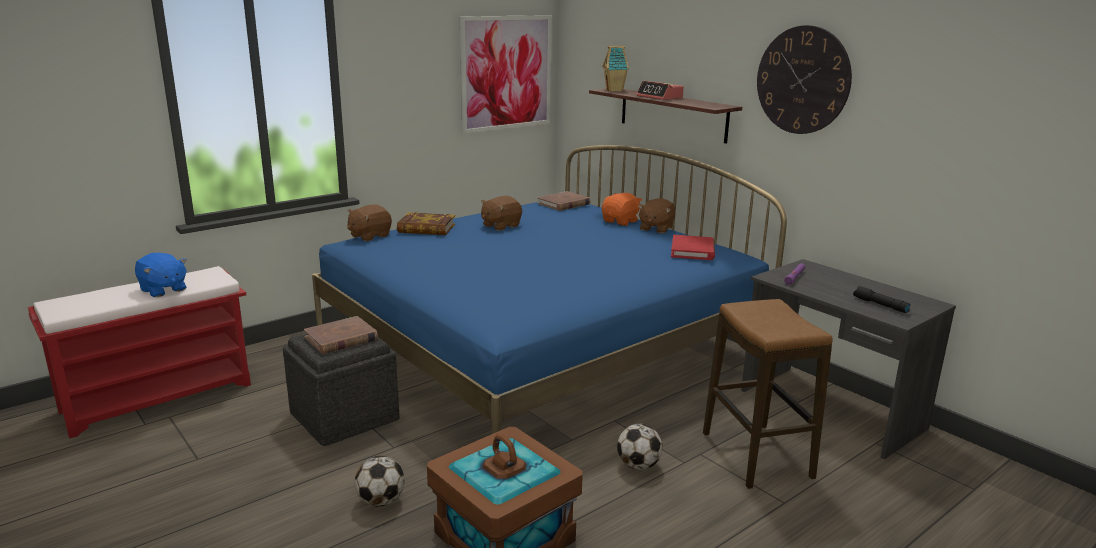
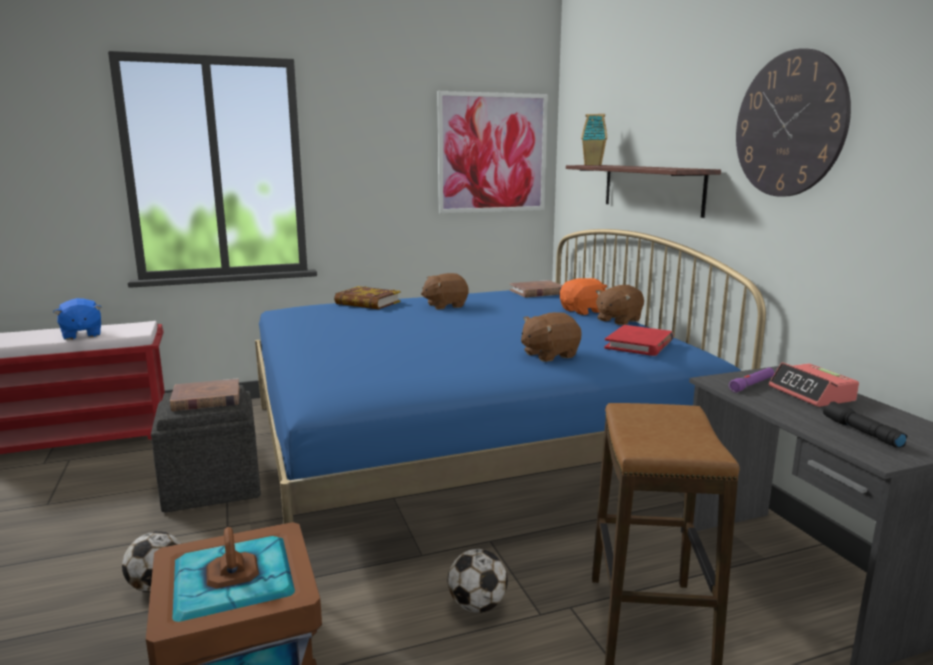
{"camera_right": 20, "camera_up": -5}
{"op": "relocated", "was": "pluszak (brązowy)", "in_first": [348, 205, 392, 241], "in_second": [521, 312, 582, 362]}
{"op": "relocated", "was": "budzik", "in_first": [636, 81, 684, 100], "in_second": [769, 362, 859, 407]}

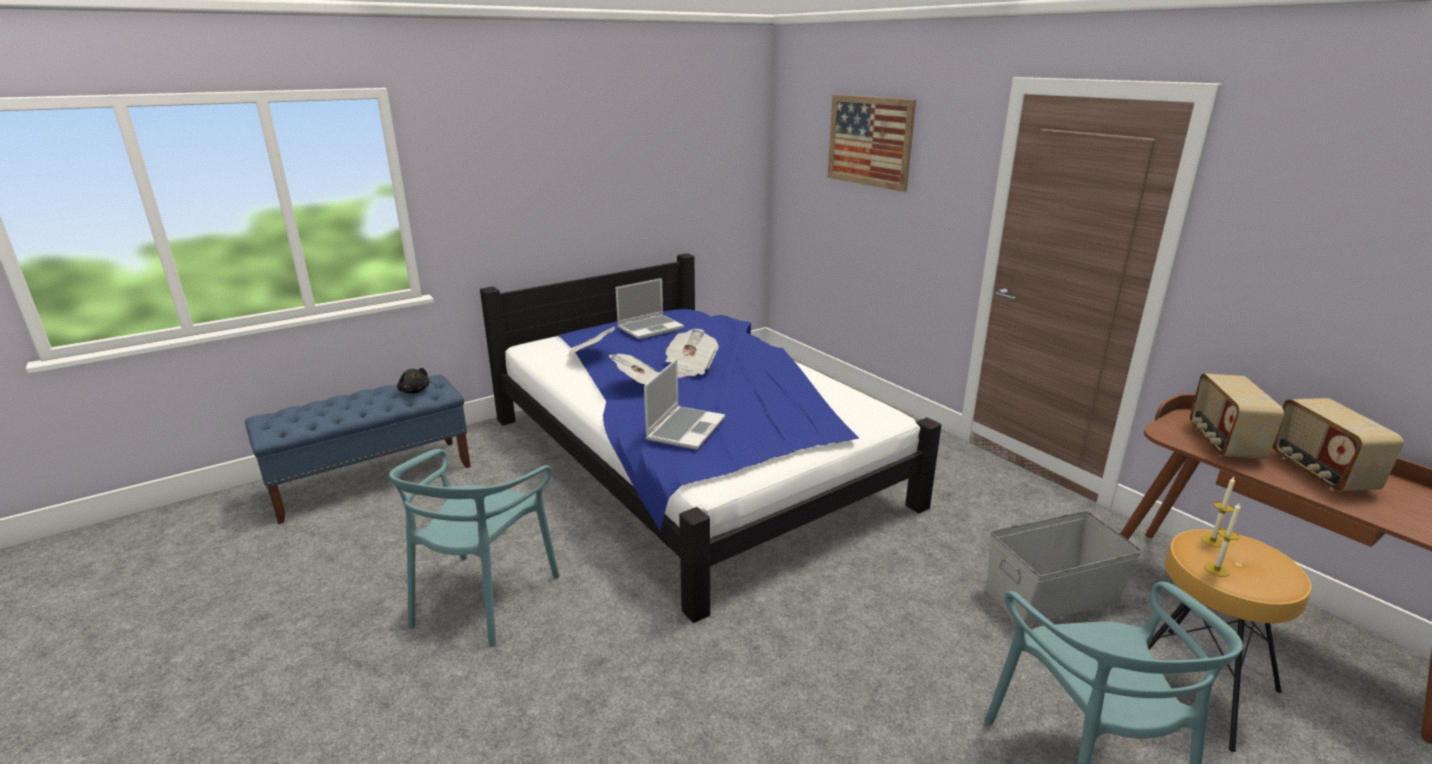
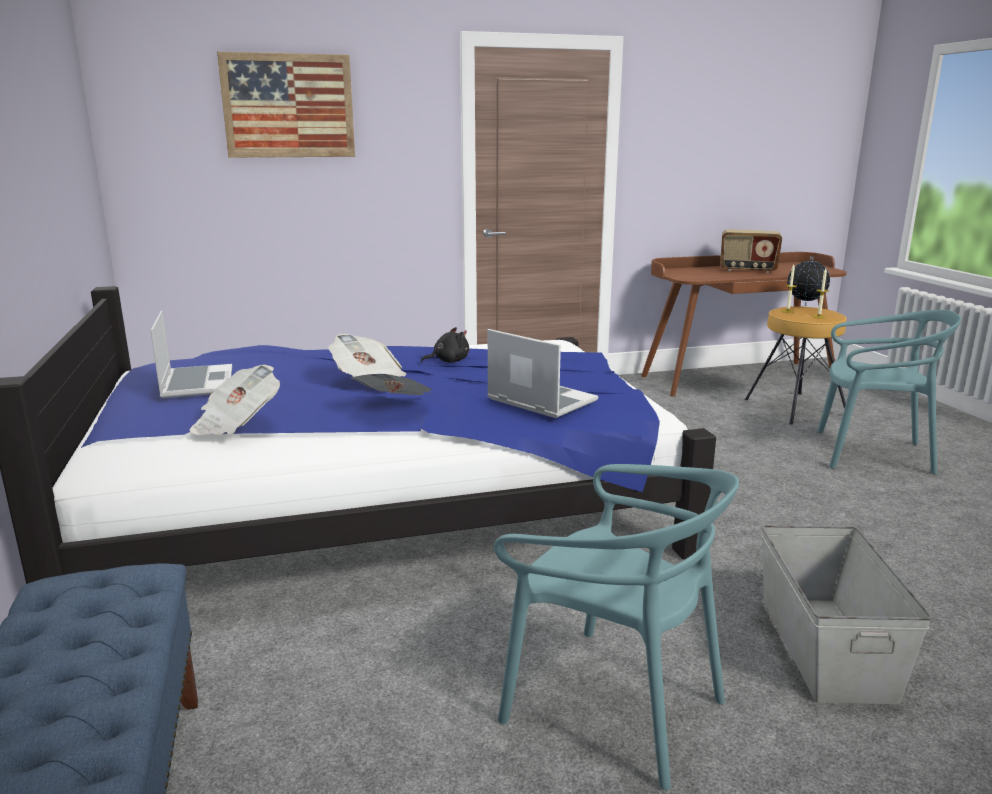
{"camera_right": -70, "camera_up": -5}
{"op": "missing", "was": "radio", "in_first": [1190, 373, 1284, 459]}
{"op": "appeared", "now": "globus", "in_second": [788, 256, 830, 306]}
{"op": "relocated", "was": "pluszak (czarny)", "in_first": [397, 368, 429, 394], "in_second": [421, 327, 469, 363]}
{"op": "relocated", "was": "pojemnik do przechowywania (szary)", "in_first": [986, 511, 1142, 626], "in_second": [761, 525, 932, 704]}

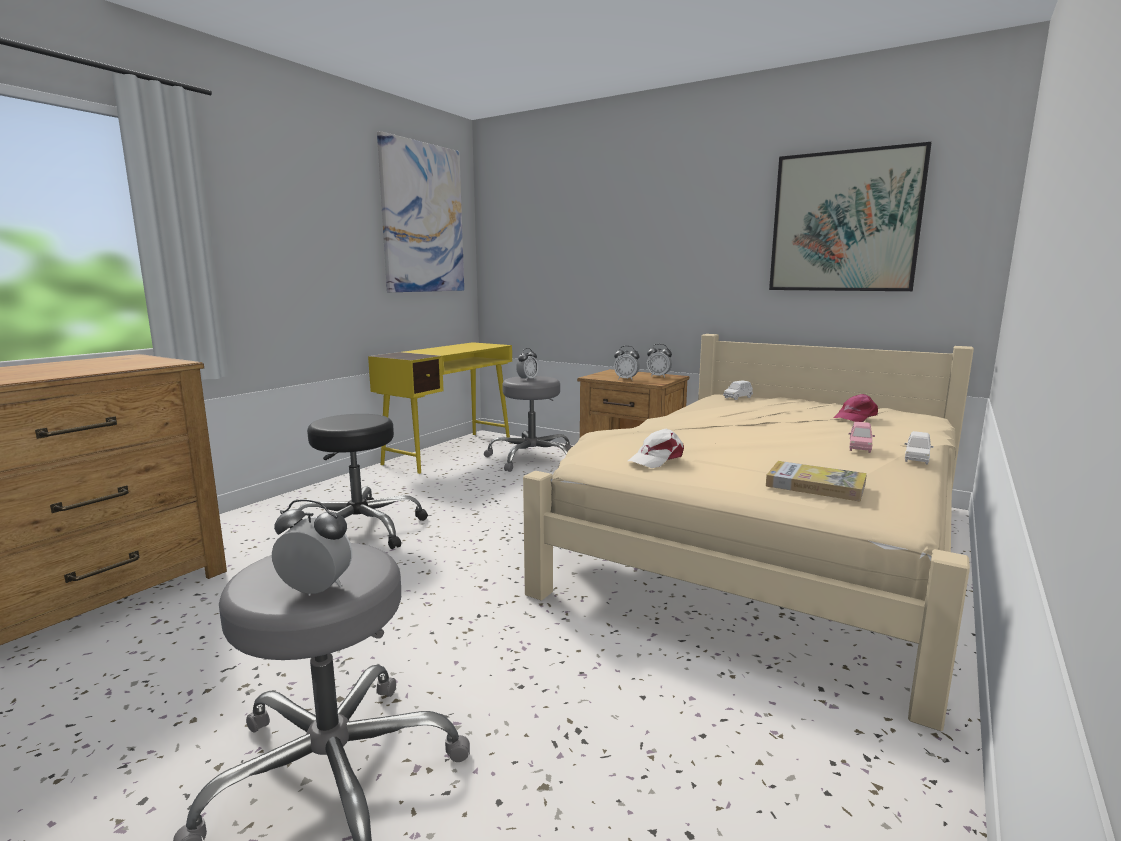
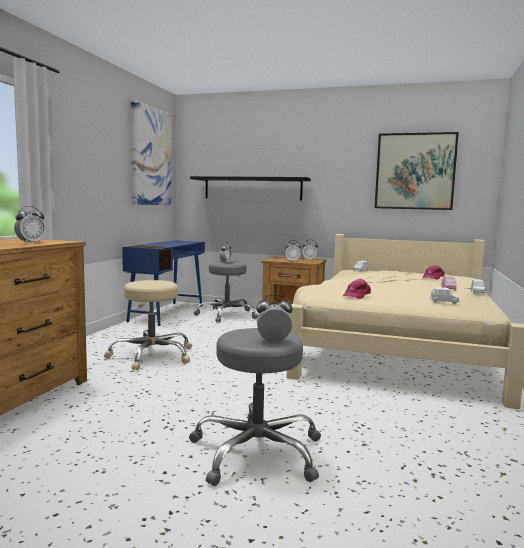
{"camera_right": -15, "camera_up": -5}
{"op": "appeared", "now": "budzik", "in_second": [14, 206, 46, 244]}
{"op": "appeared", "now": "półka (czarny)", "in_second": [190, 176, 311, 200]}
{"op": "exchanged", "was": "książka", "now": "samochodzik (biały)", "in_first": [766, 461, 867, 501], "in_second": [430, 287, 459, 304]}
{"op": "colour", "was": "stołek (czarny)", "now": "stołek (beżowy)", "in_first": [290, 414, 428, 549], "in_second": [104, 280, 192, 370]}
{"op": "colour", "was": "biurko (żółty)", "now": "biurko (niebieski)", "in_first": [368, 342, 512, 474], "in_second": [122, 240, 205, 326]}
{"op": "colour", "was": "czapka z daszkiem (biały)", "now": "czapka z daszkiem (różowy)", "in_first": [628, 428, 684, 468], "in_second": [343, 279, 371, 299]}

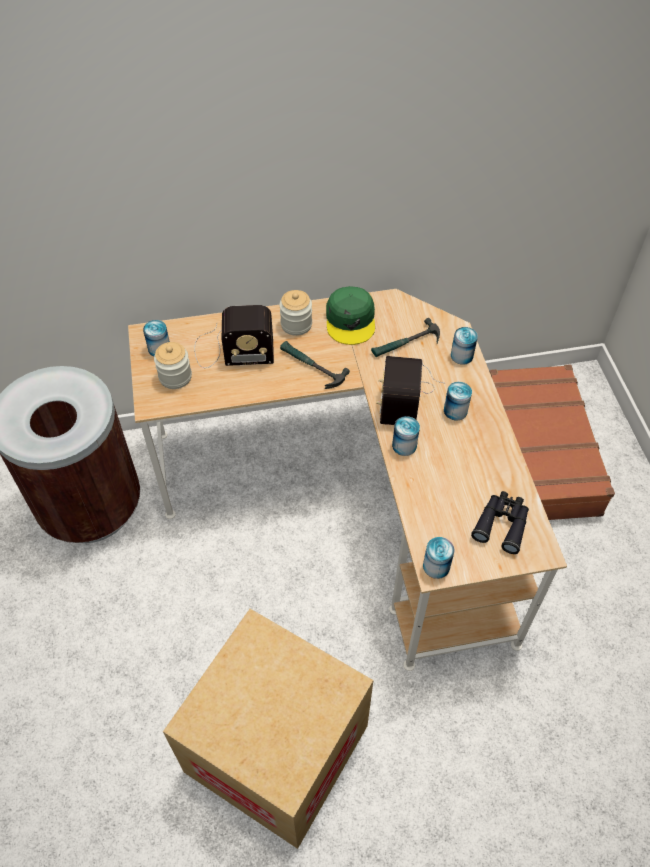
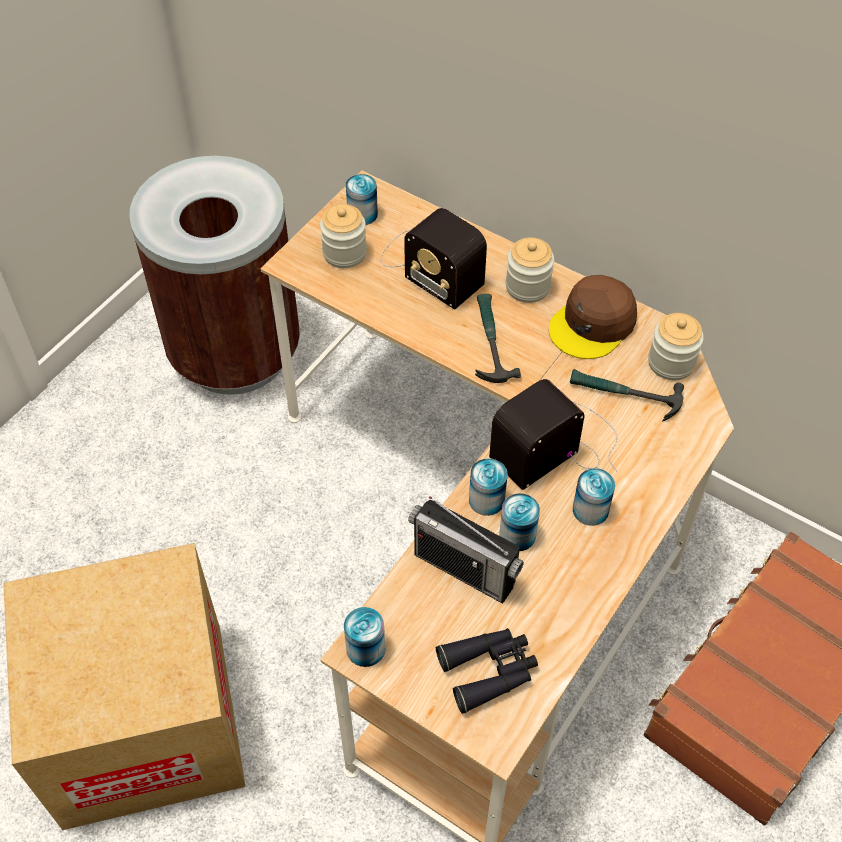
{"camera_right": 45, "camera_up": 0}
{"op": "appeared", "now": "radio", "in_second": [408, 496, 524, 604]}
{"op": "appeared", "now": "słoik", "in_second": [648, 313, 704, 380]}
{"op": "relocated", "was": "puszka", "in_first": [451, 327, 478, 365], "in_second": [499, 493, 540, 551]}
{"op": "colour", "was": "czapka z daszkiem (zielony)", "now": "czapka z daszkiem (brązowy)", "in_first": [326, 286, 375, 345], "in_second": [549, 275, 637, 359]}

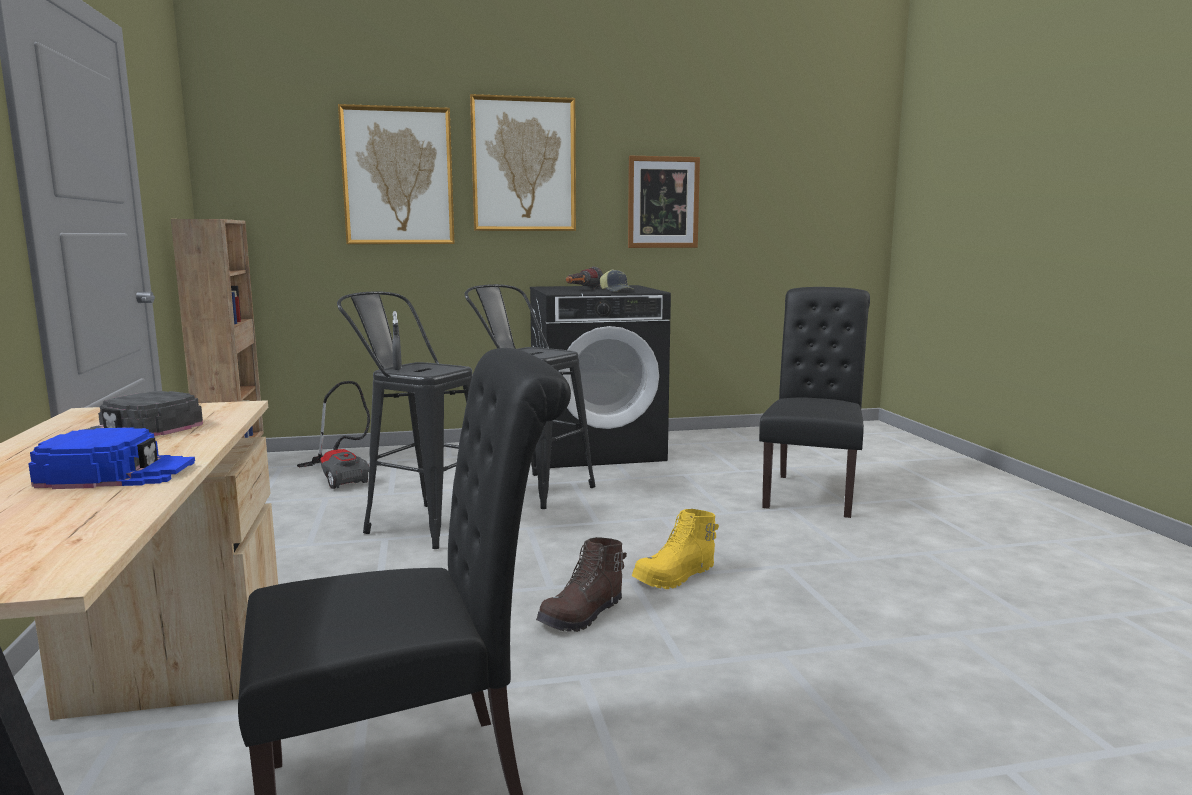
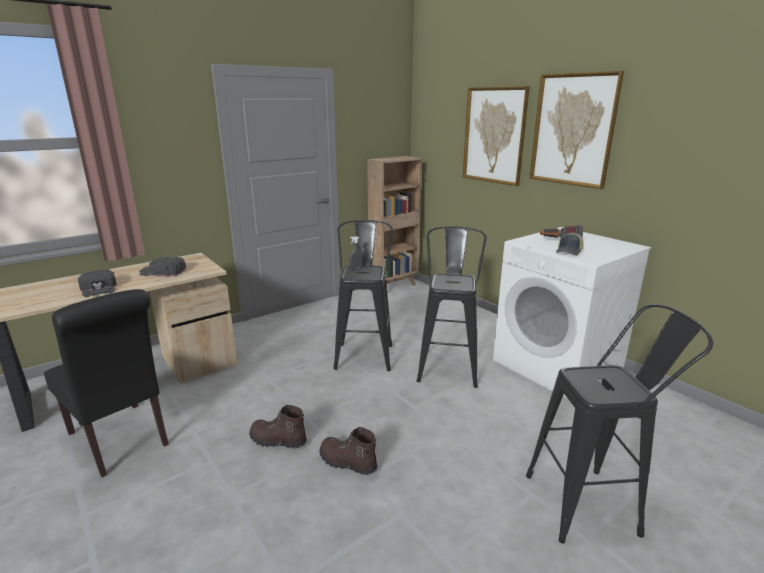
{"camera_right": 65, "camera_up": 10}
{"op": "missing", "was": "odkurzacz", "in_first": [297, 381, 370, 489]}
{"op": "missing", "was": "obraz", "in_first": [628, 156, 700, 248]}
{"op": "exchanged", "was": "krzesło (czarny)", "now": "stołek (czarny)", "in_first": [759, 287, 870, 518], "in_second": [526, 304, 713, 544]}
{"op": "colour", "was": "czapka z daszkiem (niebieski)", "now": "czapka z daszkiem (czarny)", "in_first": [28, 428, 195, 489], "in_second": [78, 269, 117, 297]}
{"op": "colour", "was": "pralka (czarny)", "now": "pralka (biały)", "in_first": [530, 285, 671, 468], "in_second": [493, 227, 651, 400]}
{"op": "colour", "was": "but z cholewką (żółty)", "now": "but z cholewką (brązowy)", "in_first": [631, 509, 719, 589], "in_second": [319, 427, 377, 475]}

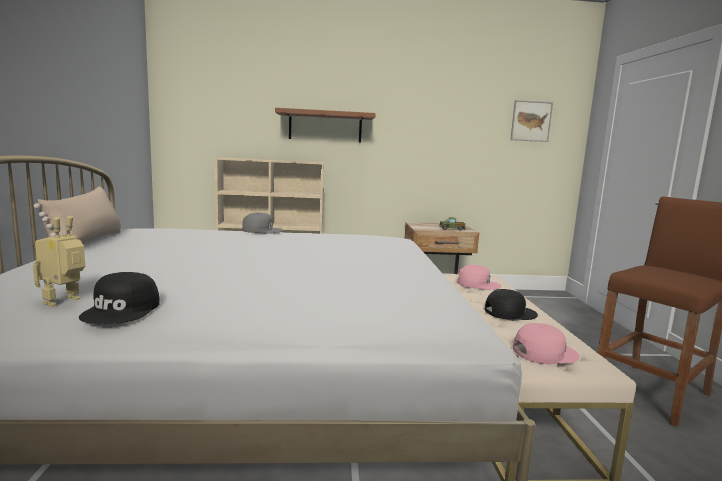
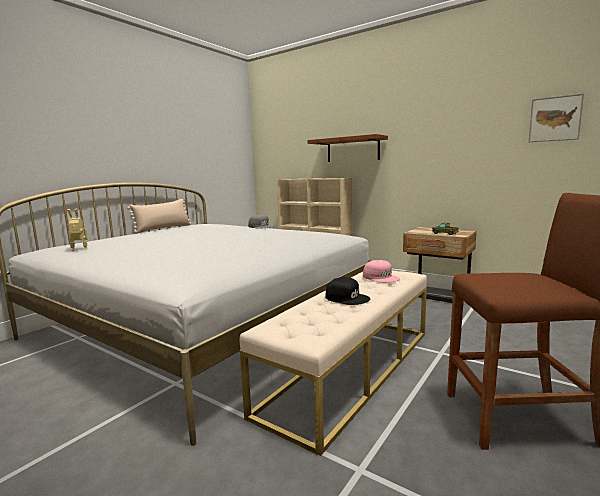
{"camera_right": 40, "camera_up": 0}
{"op": "missing", "was": "czapka z daszkiem (czarny)", "in_first": [79, 272, 160, 324]}
{"op": "missing", "was": "czapka z daszkiem (różowy)", "in_first": [513, 323, 579, 364]}

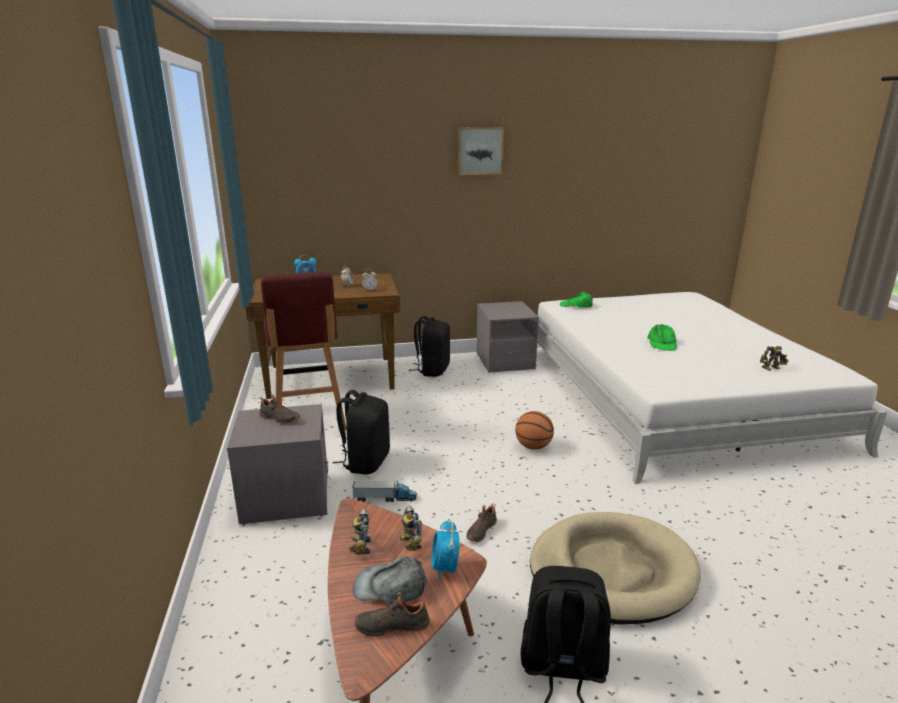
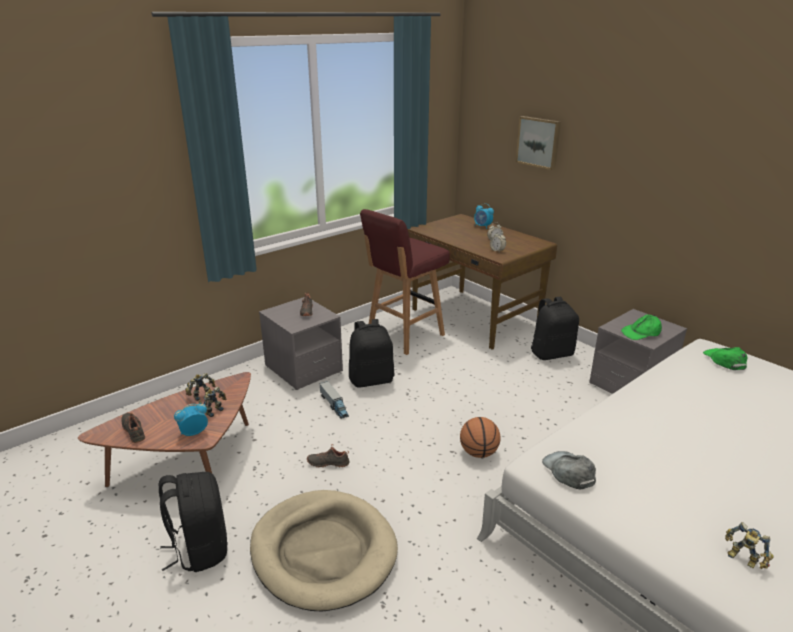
{"camera_right": 60, "camera_up": 5}
{"op": "relocated", "was": "czapka z daszkiem (szary)", "in_first": [353, 556, 427, 604], "in_second": [542, 451, 596, 490]}
{"op": "relocated", "was": "obraz", "in_first": [458, 127, 504, 175], "in_second": [516, 116, 561, 170]}
{"op": "relocated", "was": "czapka z daszkiem (zielony)", "in_first": [647, 324, 677, 351], "in_second": [621, 315, 662, 340]}

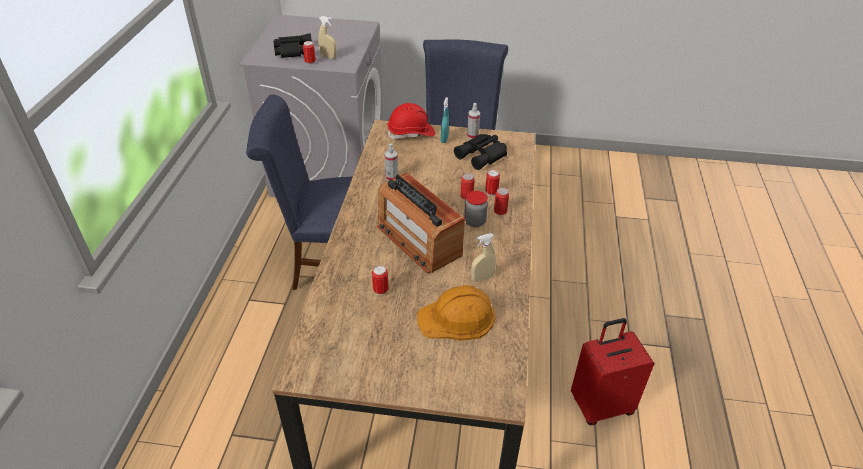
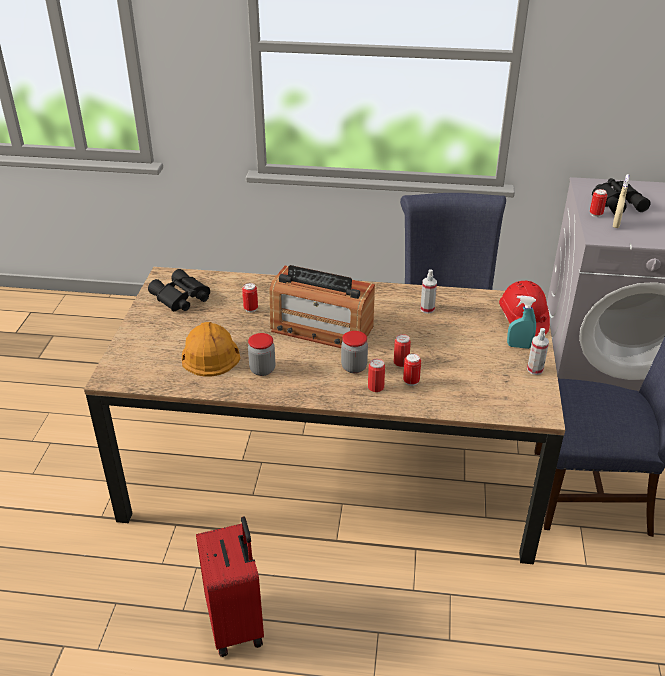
{"camera_right": 90, "camera_up": -5}
{"op": "relocated", "was": "lornetka (czarny)", "in_first": [454, 134, 507, 170], "in_second": [148, 269, 210, 311]}
{"op": "exchanged", "was": "spryskiwacz (beżowy)", "now": "słoik", "in_first": [471, 233, 496, 282], "in_second": [248, 333, 275, 376]}
{"op": "spun", "was": "radio", "in_first": [377, 173, 465, 274], "in_second": [269, 265, 375, 348], "clockwise": -120}

